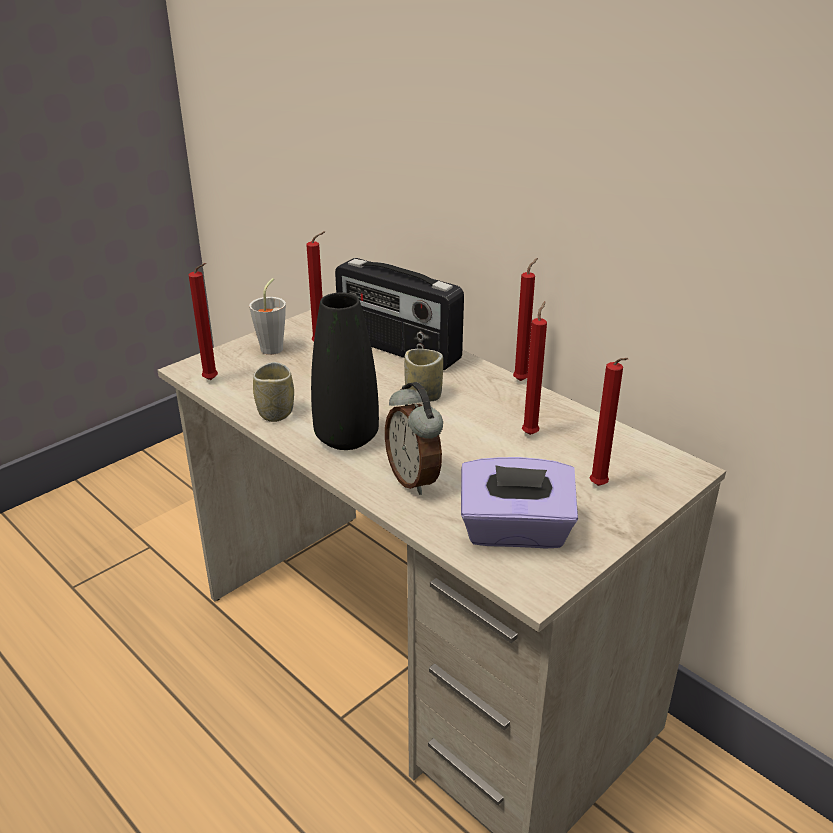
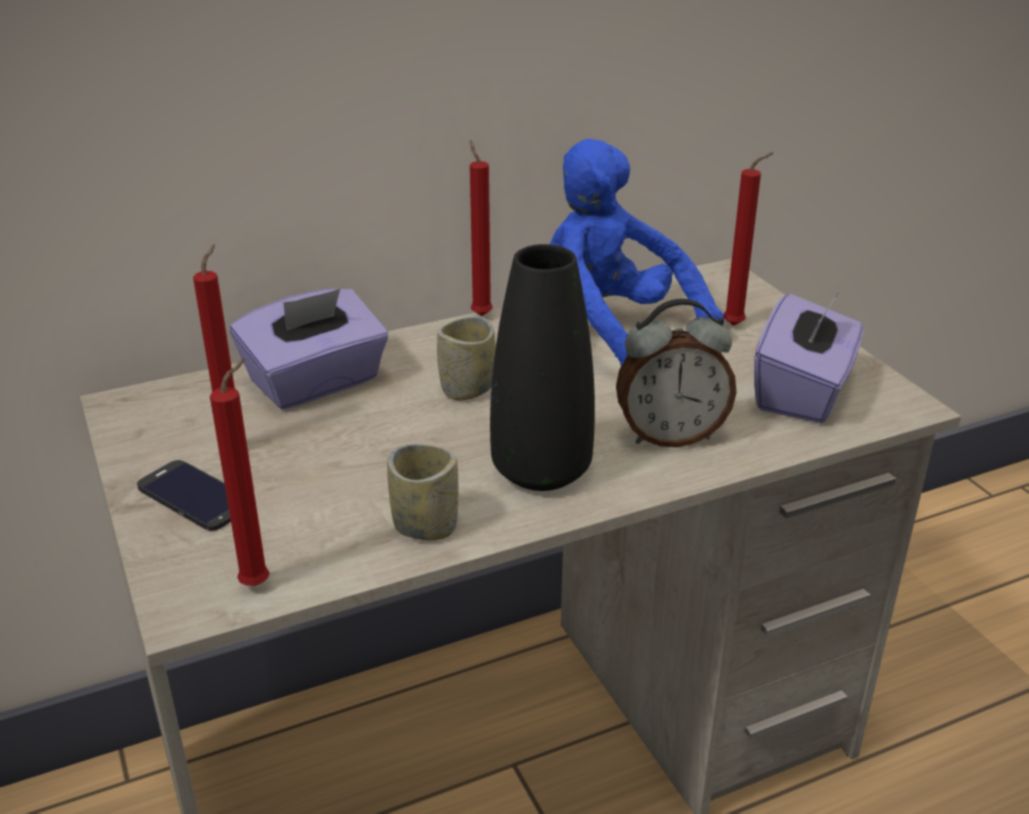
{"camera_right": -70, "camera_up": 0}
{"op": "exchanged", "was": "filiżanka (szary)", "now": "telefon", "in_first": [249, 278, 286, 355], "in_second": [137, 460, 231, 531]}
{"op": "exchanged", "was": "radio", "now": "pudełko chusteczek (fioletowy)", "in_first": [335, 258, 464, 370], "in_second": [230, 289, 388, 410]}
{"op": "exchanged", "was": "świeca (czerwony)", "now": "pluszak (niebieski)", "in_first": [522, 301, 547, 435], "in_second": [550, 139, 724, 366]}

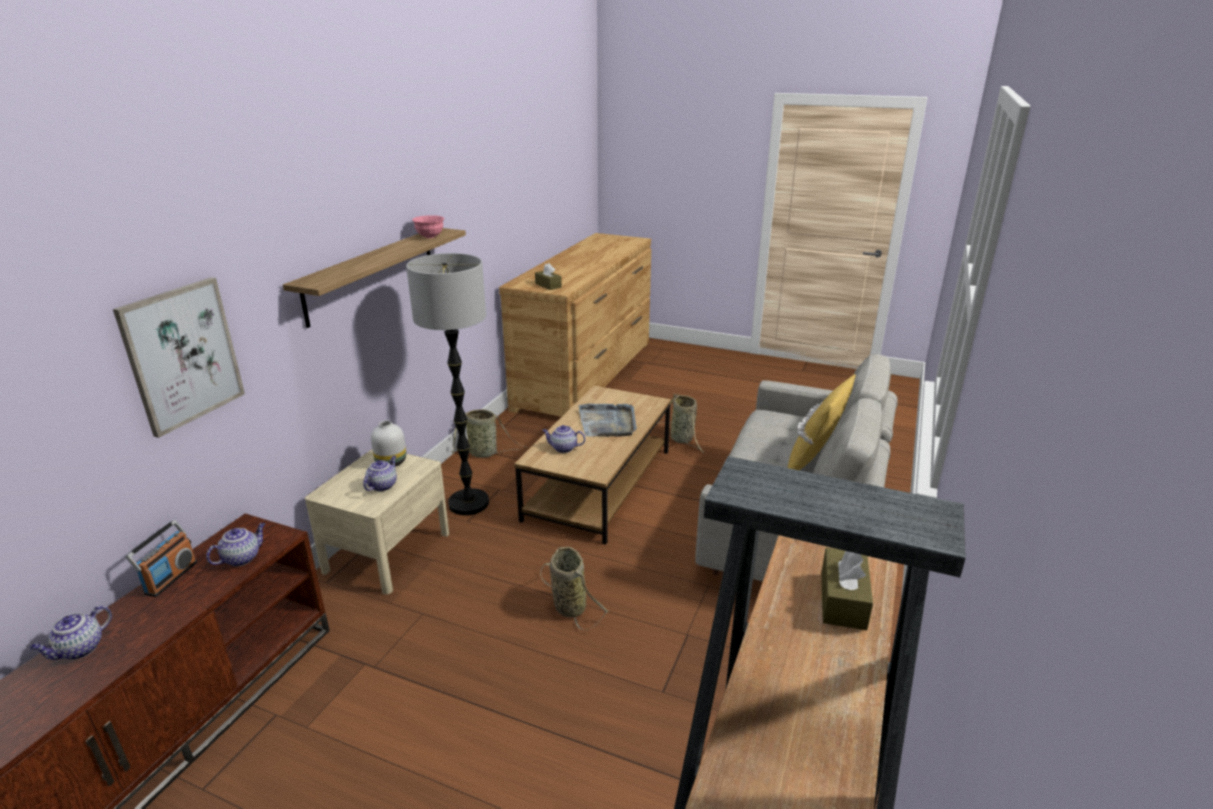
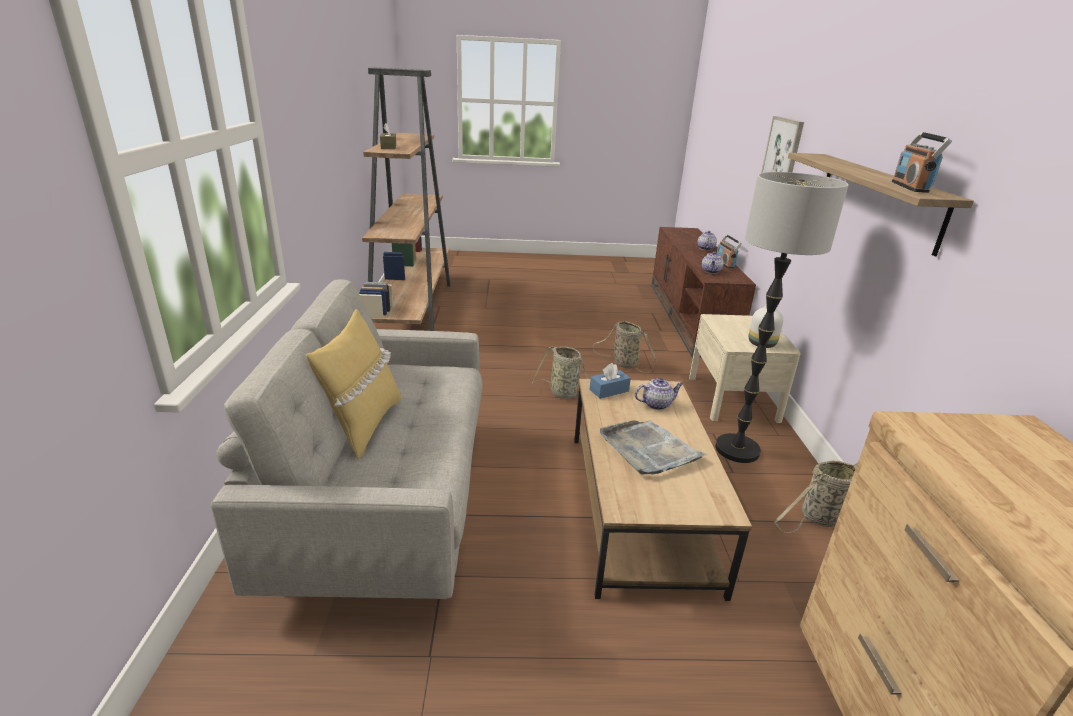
{"camera_right": 155, "camera_up": 0}
{"op": "missing", "was": "imbryk", "in_first": [363, 456, 397, 491]}
{"op": "missing", "was": "pudełko chusteczek (brązowy)", "in_first": [535, 263, 562, 290]}
{"op": "appeared", "now": "pudełko chusteczek (niebieski)", "in_second": [590, 363, 631, 399]}
{"op": "relocated", "was": "koszyk", "in_first": [658, 394, 705, 453], "in_second": [593, 321, 657, 372]}
{"op": "exchanged", "was": "miska (różowy)", "now": "radio", "in_first": [412, 215, 445, 238], "in_second": [892, 132, 952, 193]}

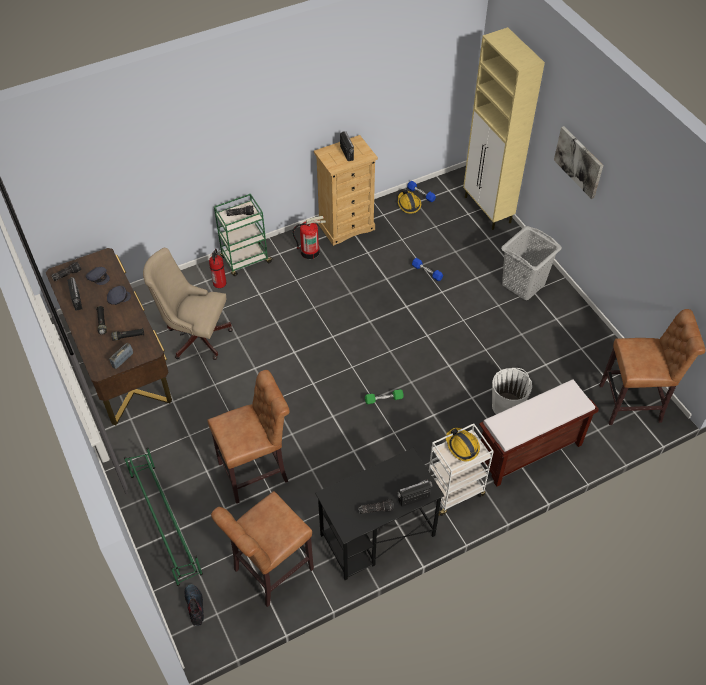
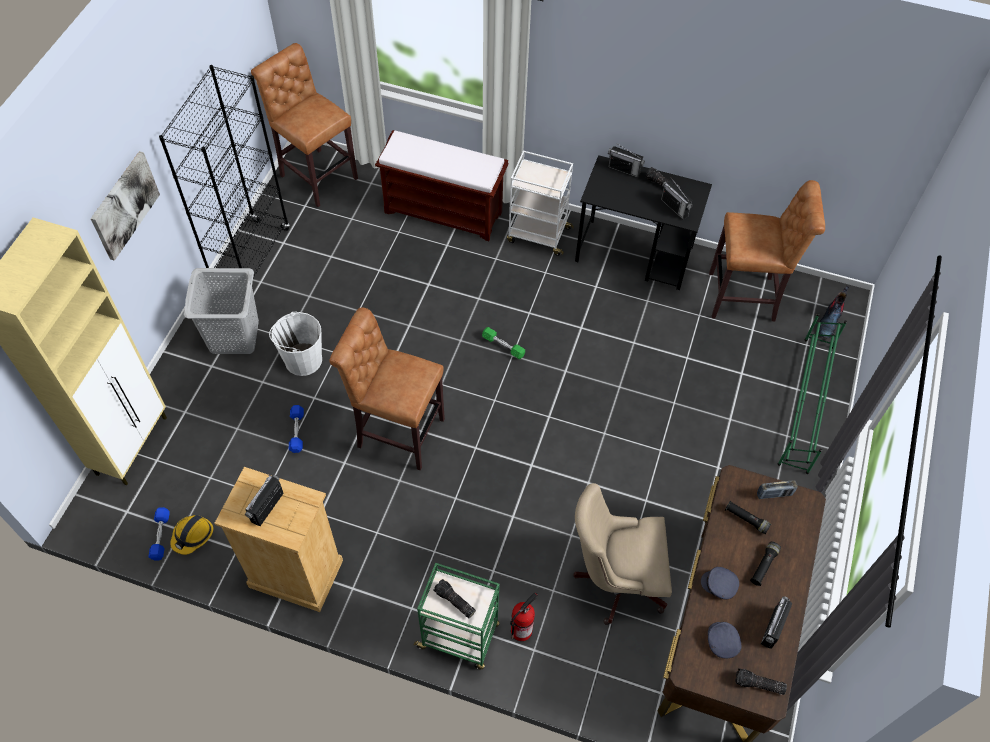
{"camera_right": -135, "camera_up": 5}
{"op": "missing", "was": "gaśnica", "in_first": [292, 216, 326, 259]}
{"op": "missing", "was": "kask", "in_first": [446, 428, 480, 461]}
{"op": "appeared", "now": "regał (czarny)", "in_second": [159, 65, 290, 278]}
{"op": "appeared", "now": "radio", "in_second": [661, 177, 693, 219]}
{"op": "relocated", "was": "stołek (brązowy)", "in_first": [207, 370, 290, 504], "in_second": [329, 307, 445, 470]}
{"op": "relocated", "was": "wiadro (biały)", "in_first": [492, 368, 532, 414], "in_second": [269, 312, 322, 376]}
{"op": "spun", "was": "krzesło biurowe (beżowy)", "in_first": [143, 248, 233, 360], "in_second": [573, 483, 672, 625], "clockwise": 120}

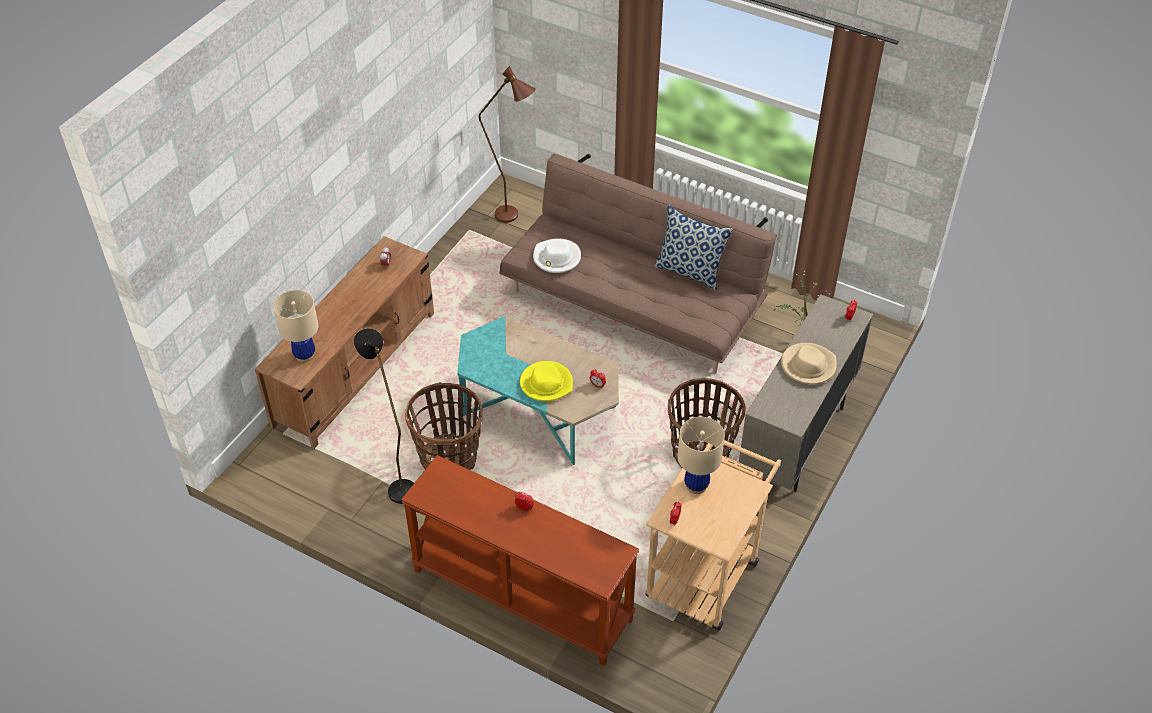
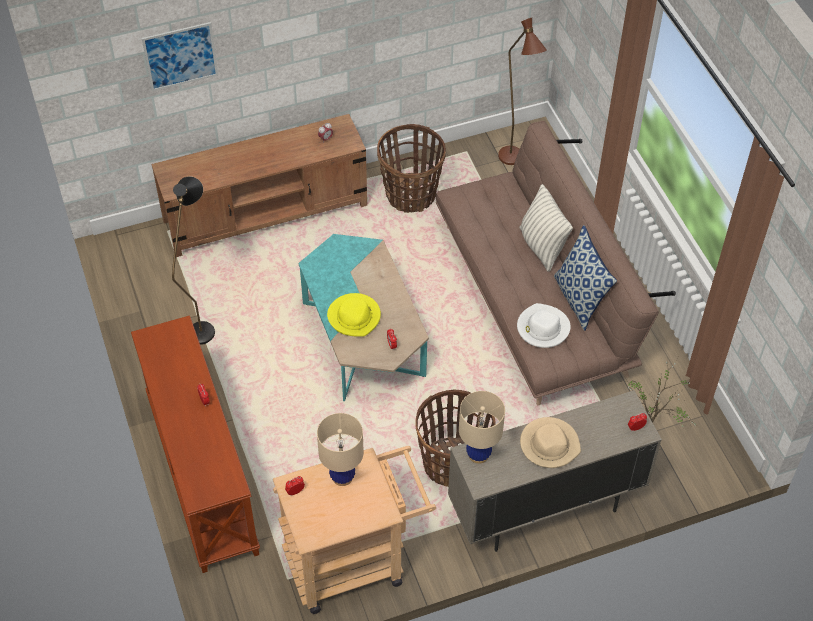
{"camera_right": 40, "camera_up": 5}
{"op": "appeared", "now": "obraz", "in_second": [142, 22, 218, 91]}
{"op": "appeared", "now": "poduszka", "in_second": [519, 184, 573, 272]}
{"op": "relocated", "was": "lampa stołowa (beżowy)", "in_first": [273, 290, 318, 362], "in_second": [459, 391, 505, 464]}
{"op": "relocated", "was": "koszyk", "in_first": [405, 382, 483, 470], "in_second": [377, 124, 446, 213]}
{"op": "relocated", "was": "kapelusz (biały)", "in_first": [533, 239, 581, 273], "in_second": [517, 303, 571, 348]}

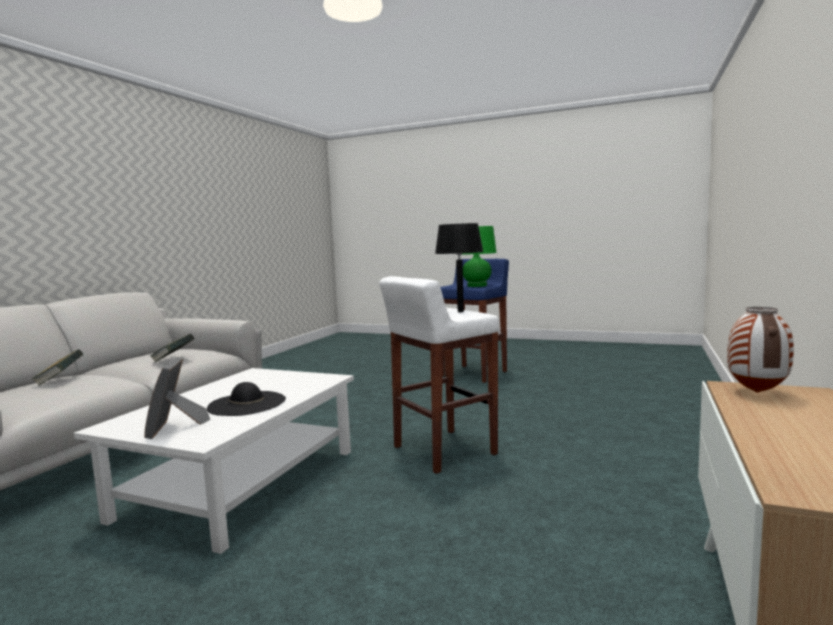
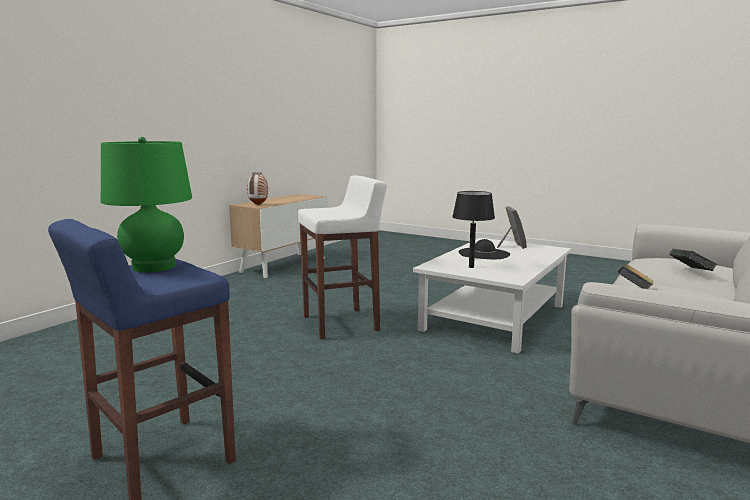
{"camera_right": -170, "camera_up": 5}
{"op": "relocated", "was": "lampa stołowa (czarny)", "in_first": [435, 223, 484, 312], "in_second": [452, 191, 495, 268]}

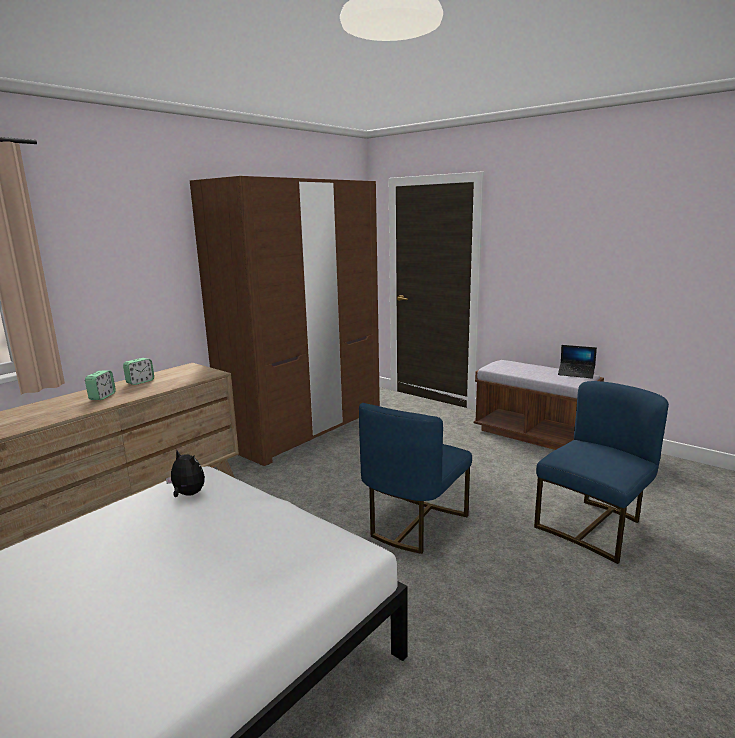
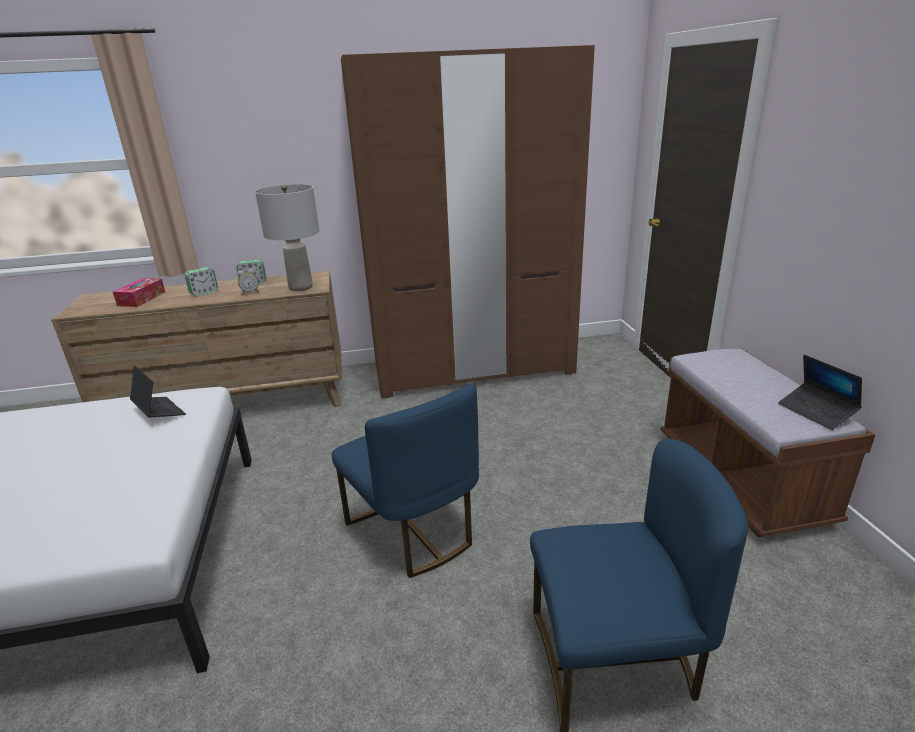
{"camera_right": 40, "camera_up": 10}
{"op": "appeared", "now": "pudełko chusteczek", "in_second": [113, 278, 165, 307]}
{"op": "appeared", "now": "budzik", "in_second": [237, 269, 259, 295]}
{"op": "appeared", "now": "lampa stołowa (szary)", "in_second": [255, 184, 319, 291]}
{"op": "exchanged", "was": "pluszak", "now": "laptop", "in_first": [166, 450, 205, 497], "in_second": [130, 365, 186, 418]}
{"op": "spun", "was": "krzesło (niebieski)", "in_first": [359, 403, 472, 554], "in_second": [332, 383, 479, 578], "clockwise": -105}

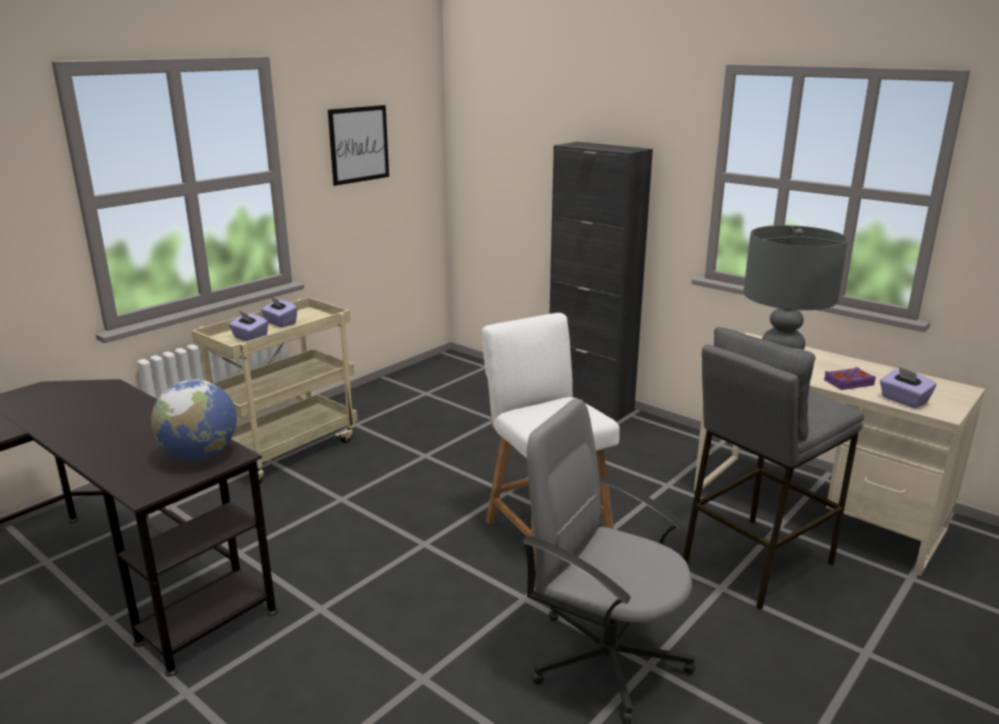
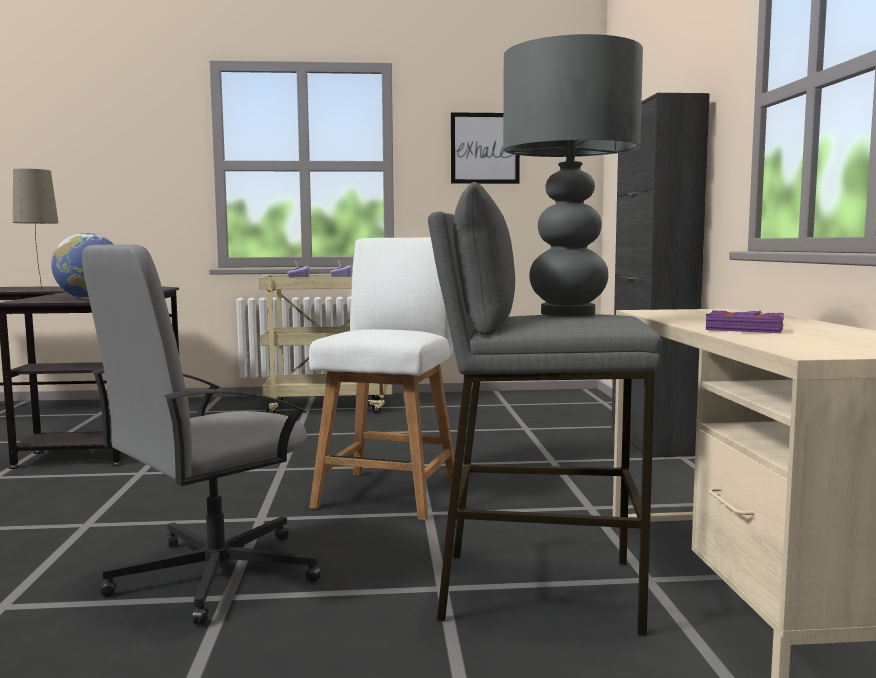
{"camera_right": 45, "camera_up": -15}
{"op": "missing", "was": "pudełko chusteczek (fioletowy)", "in_first": [880, 367, 936, 408]}
{"op": "appeared", "now": "lampa stołowa (beżowy)", "in_second": [13, 169, 59, 296]}
{"op": "spun", "was": "krzesło biurowe (szary)", "in_first": [522, 399, 695, 724], "in_second": [82, 244, 321, 625], "clockwise": -120}

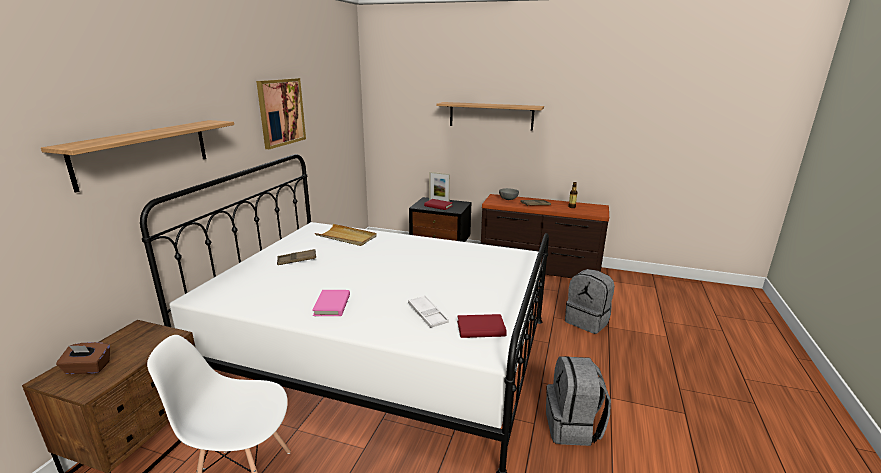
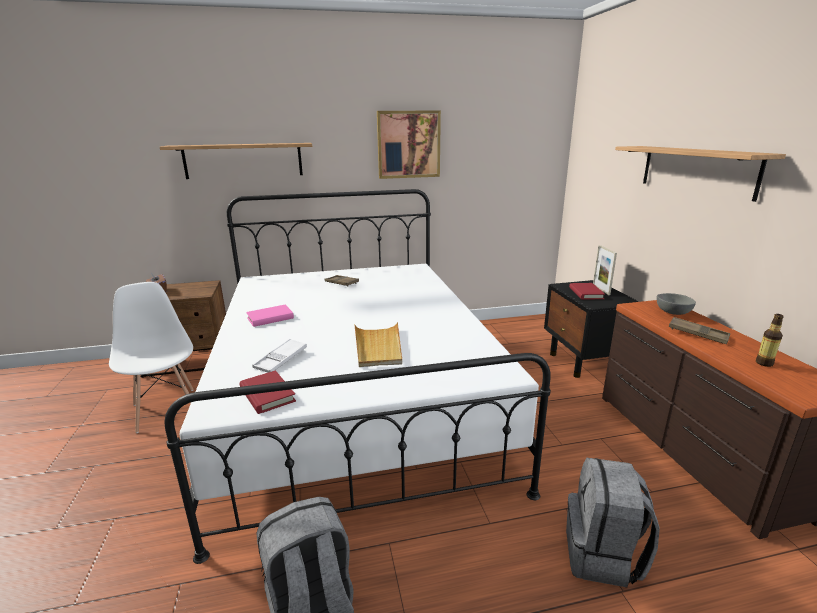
{"camera_right": 60, "camera_up": 0}
{"op": "relocated", "was": "taca (beżowy)", "in_first": [315, 224, 377, 246], "in_second": [354, 322, 402, 367]}

